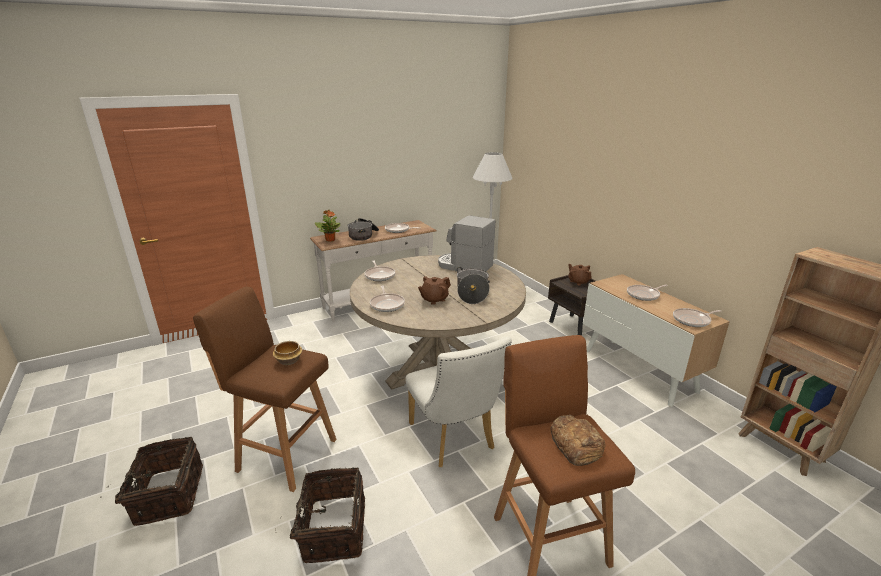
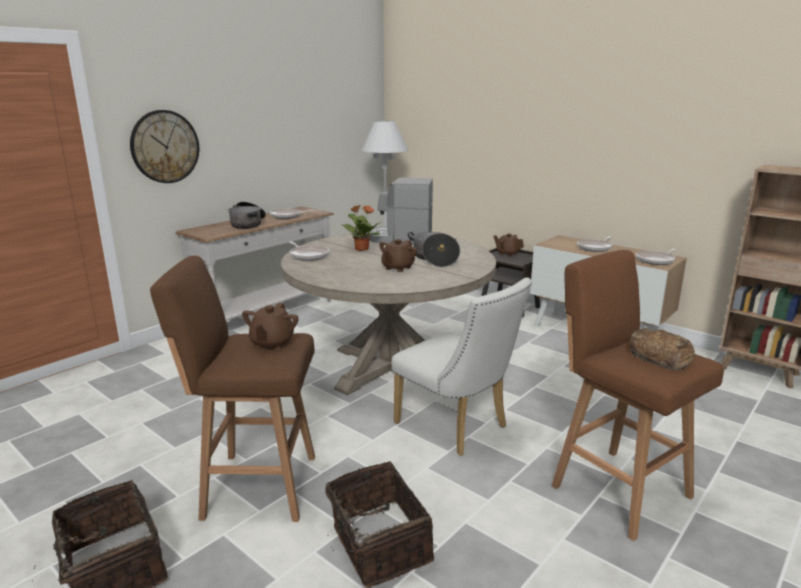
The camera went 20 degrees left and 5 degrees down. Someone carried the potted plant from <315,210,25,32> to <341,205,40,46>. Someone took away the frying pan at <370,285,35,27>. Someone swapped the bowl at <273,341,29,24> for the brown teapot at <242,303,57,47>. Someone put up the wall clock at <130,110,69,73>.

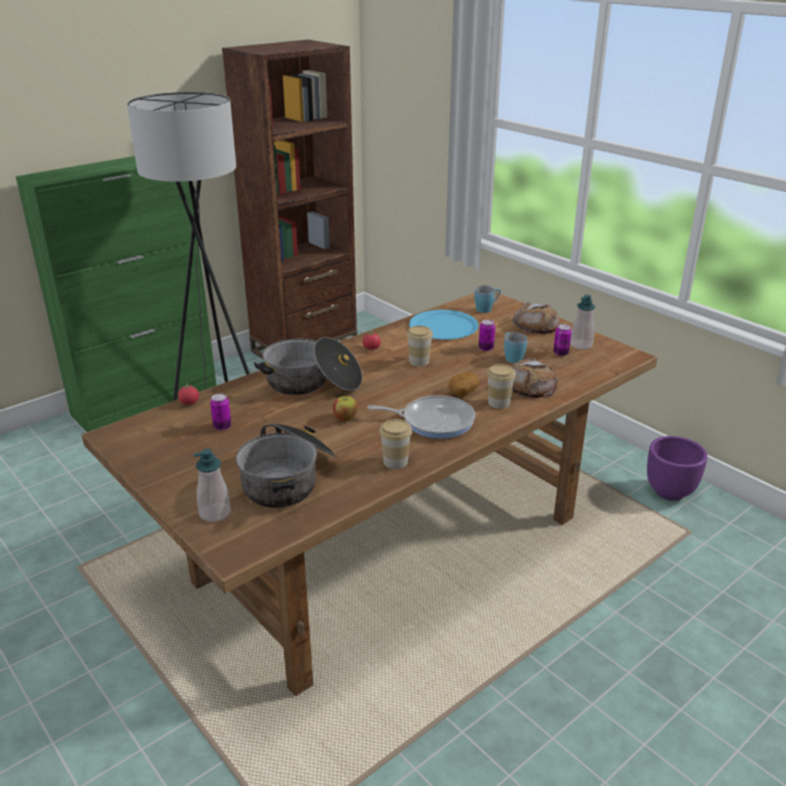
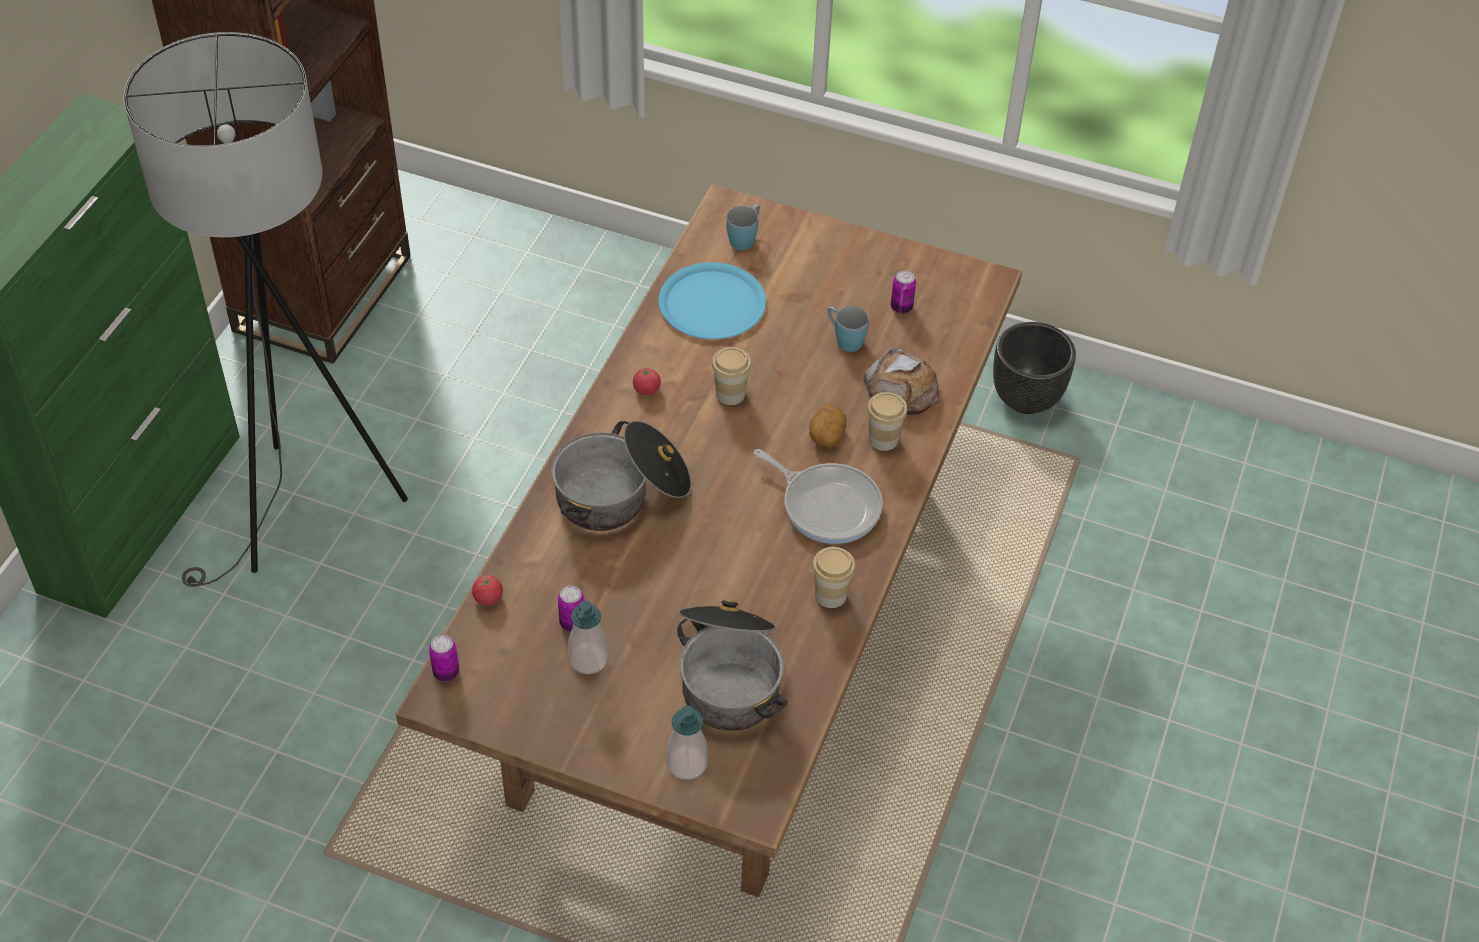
The camera went 30 degrees left and 20 degrees up. Someone carried the soap dispenser from <570,295,25,54> to <568,600,40,74>. Someone took away the bread at <512,302,48,32>. Someone carried the can from <479,320,16,31> to <429,635,30,47>. Someone rotated the frying pan at <367,395,108,44> by 60 degrees clockwise. Someone took away the apple at <333,396,24,25>. Someone repainted the purple planter at <647,436,61,65>, which became the black planter at <993,322,83,92>.

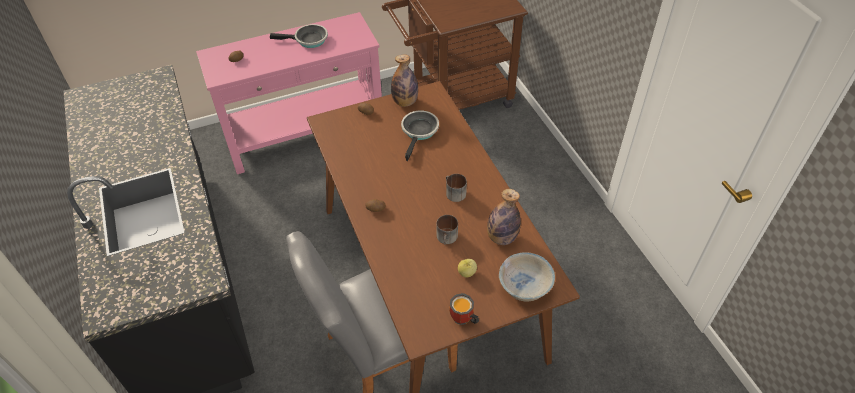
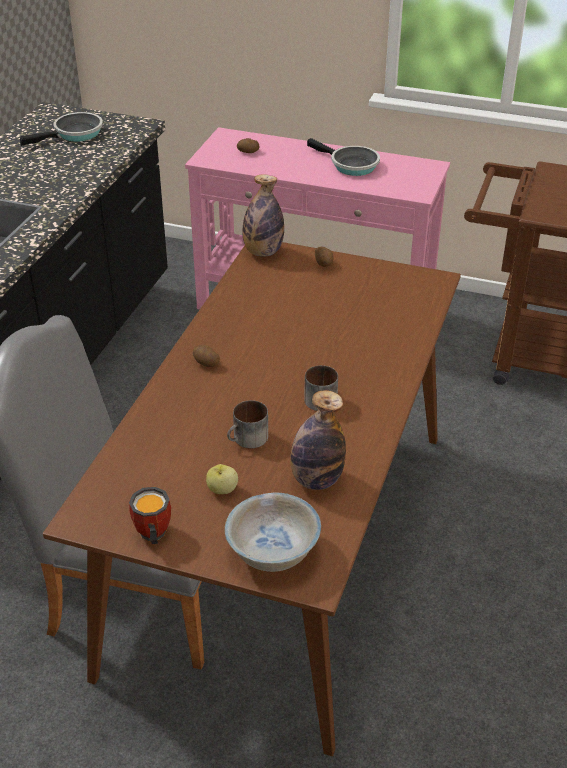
The camera went 40 degrees right and 10 degrees down. Someone carried the bottle from <391,54,27,53> to <243,174,41,82>. Someone carried the frying pan from <401,111,38,50> to <20,112,83,34>.

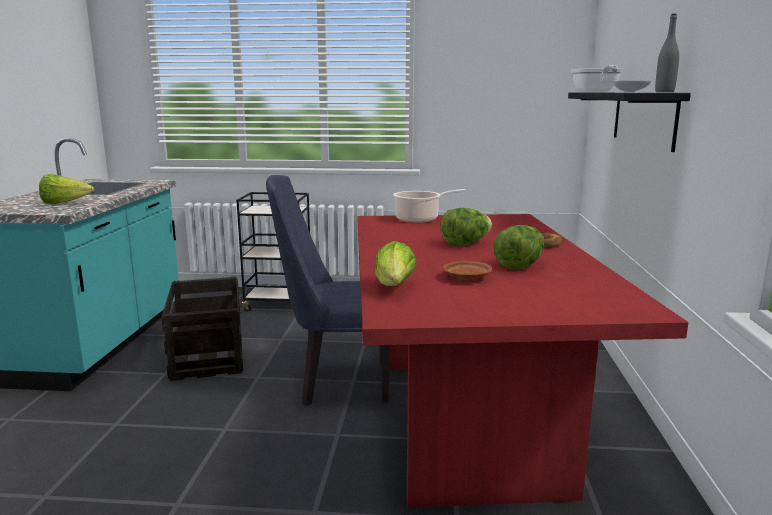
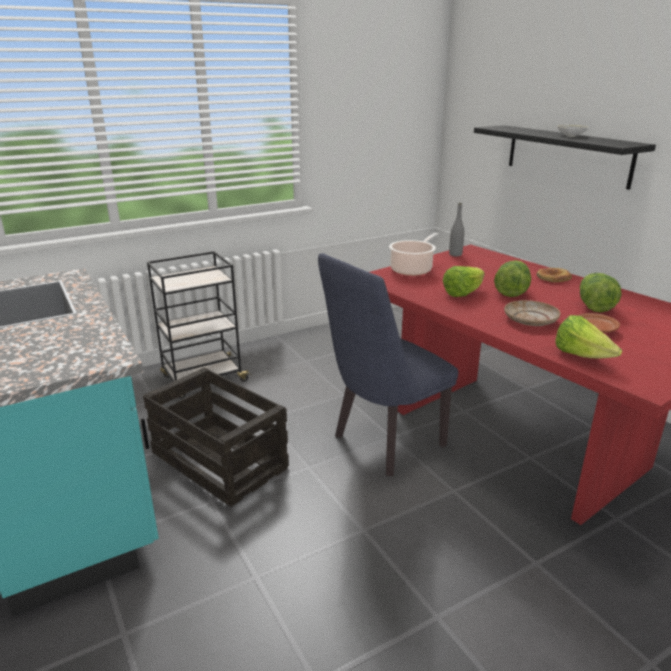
The camera went 35 degrees left and 10 degrees up. Someone carried the grey bottle from <655,14,24,78> to <449,203,15,53>. Someone took away the frying pan at <571,65,52,27>. Someone carried the lettuce from <39,174,55,30> to <443,266,42,31>. Someone put down the beige plate at <504,300,56,26>.

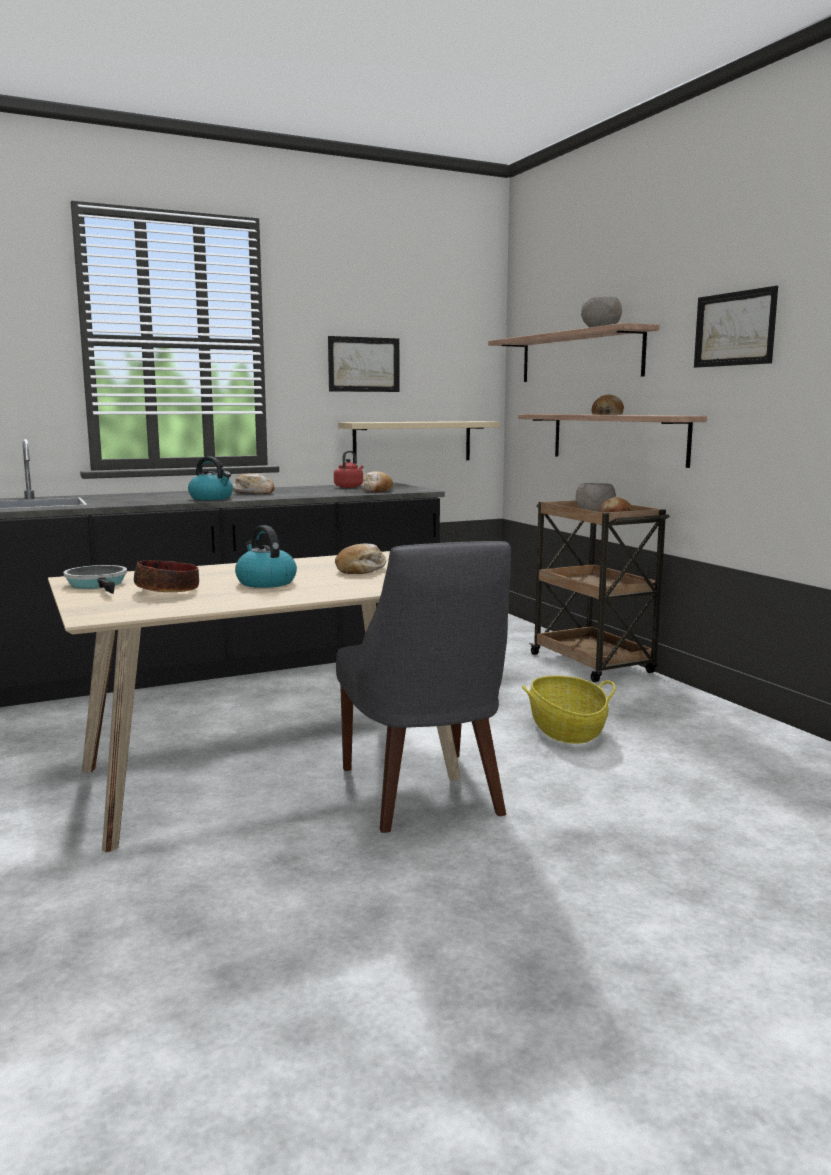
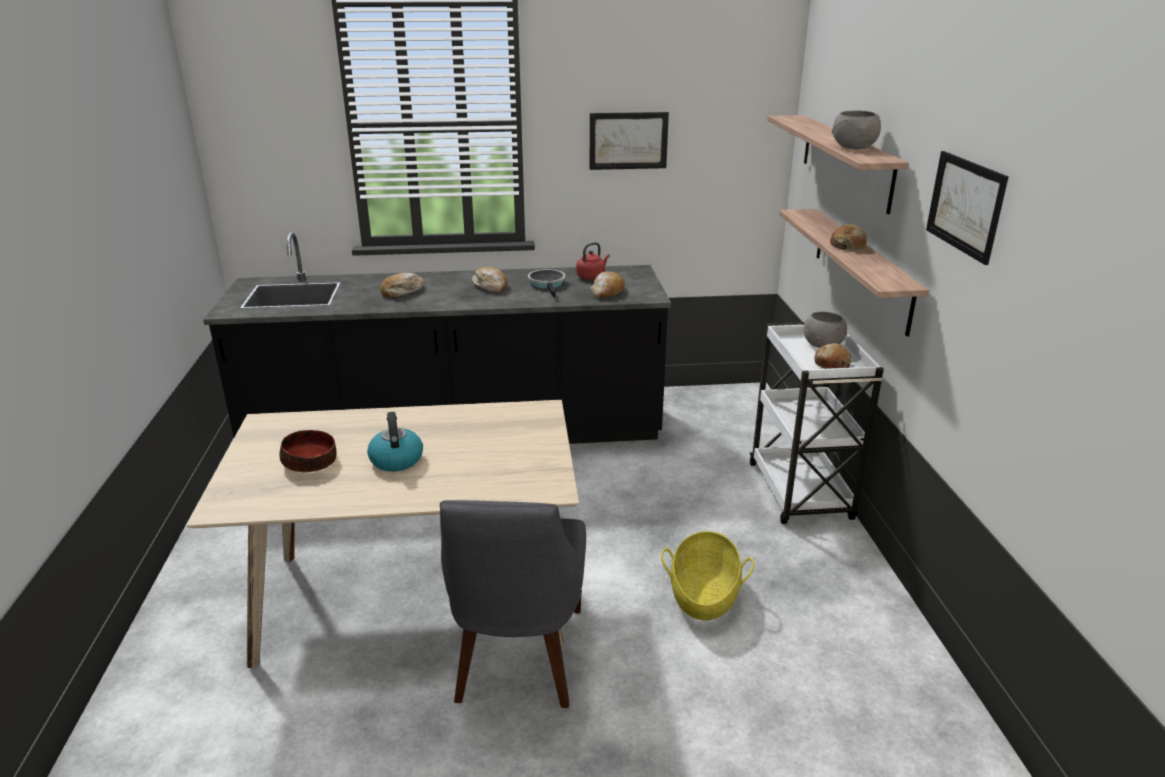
The camera went 20 degrees right and 15 degrees up. Someone took away the beige shelf at <338,421,162,43>. Someone took away the kettle at <188,456,45,44>. Someone repainted the brown cart at <529,500,141,182>, which became the white cart at <750,322,134,202>. Someone carried the bread from <335,544,51,30> to <380,273,45,24>. Someone carried the frying pan from <63,565,64,29> to <528,269,38,29>.

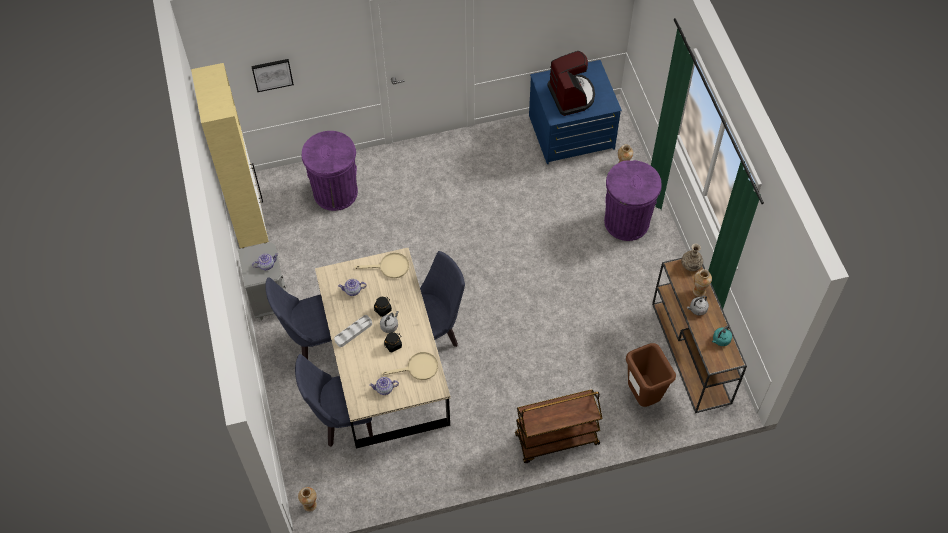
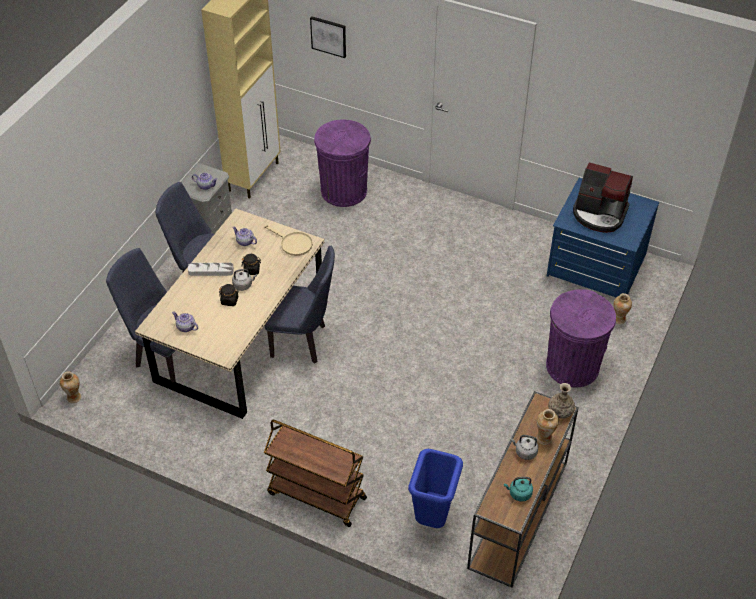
The camera went 40 degrees right and 10 degrees down. Someone rotated the coffee machine at <547,51,48,65> by 90 degrees clockwise. Someone repainted the brown trash can at <626,343,50,64>, which became the blue trash can at <408,449,55,79>. Someone took away the beige frying pan at <381,352,57,28>.

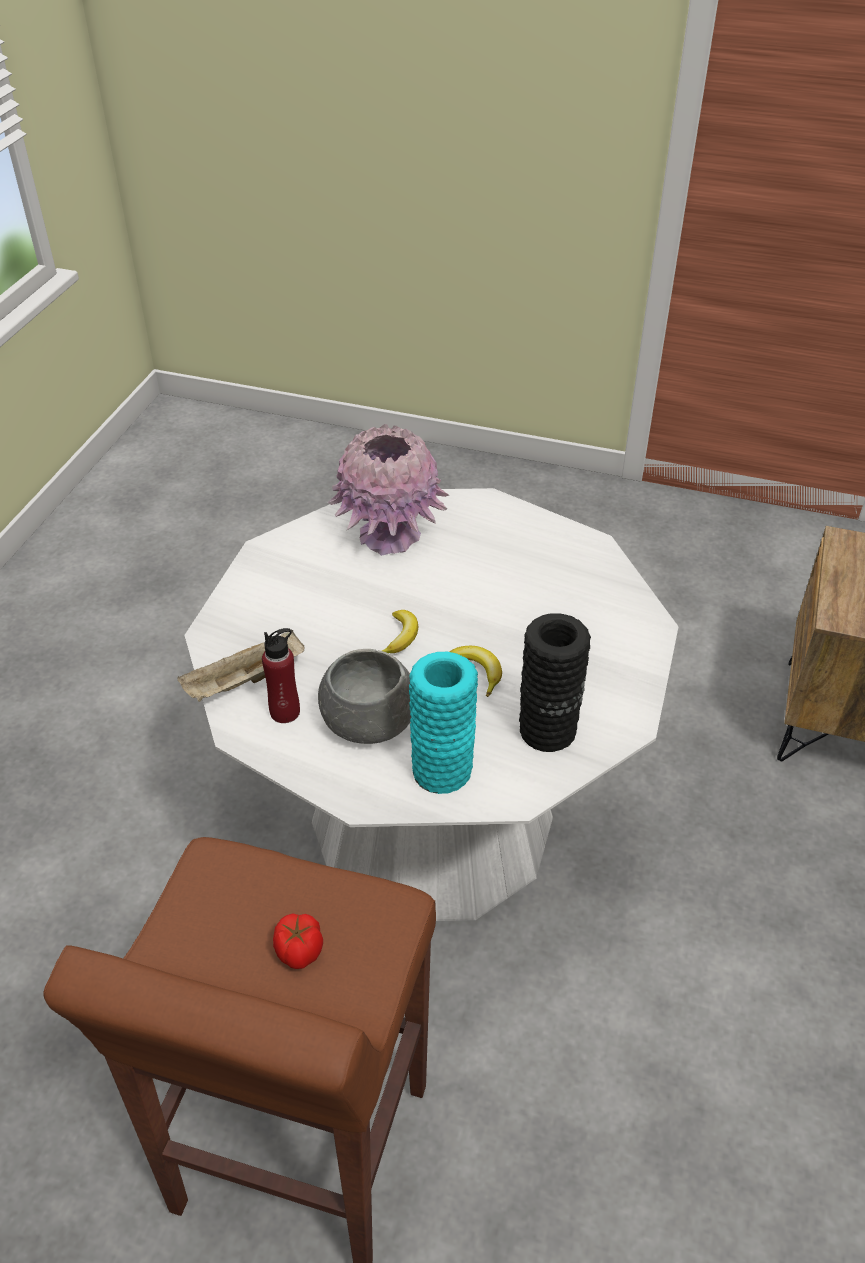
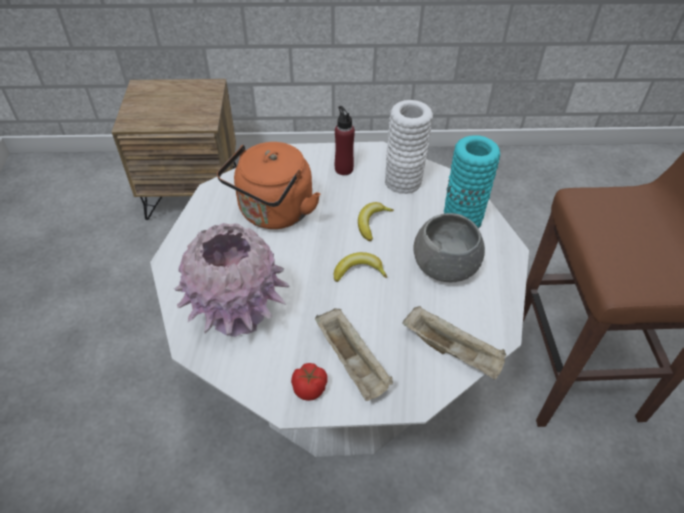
The camera went 110 degrees left and 5 degrees up. Someone repainted the black vase at <519,613,72,139>, which became the white vase at <385,100,48,94>. Someone carried the red bottle from <262,628,38,95> to <335,106,20,69>. Someone carried the tomato from <273,913,50,56> to <291,363,37,38>. Someone put down the orange kettle at <217,142,103,87>. Someone put down the beige tray at <315,308,78,93>.

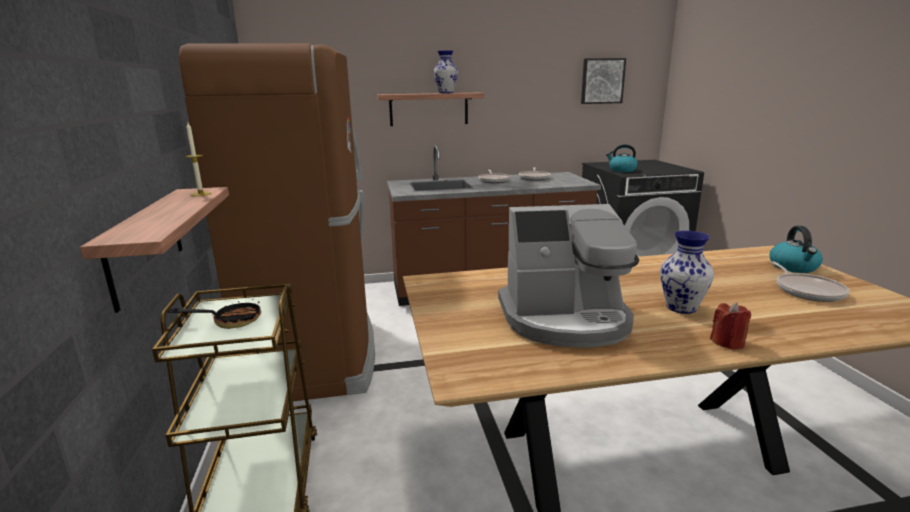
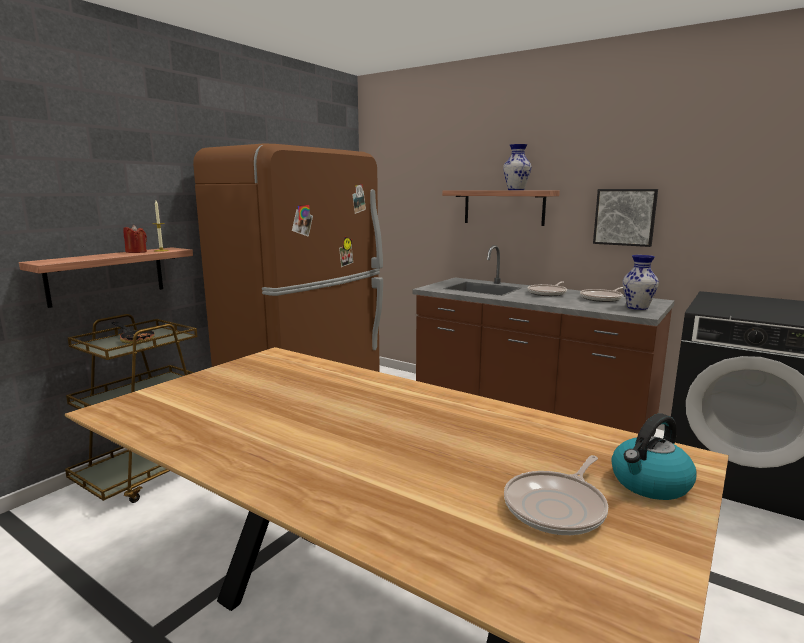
The camera went 45 degrees right and 5 degrees down. Someone carried the picture from <581,58,45,46> to <593,189,65,58>. Someone took away the kettle at <606,144,32,28>. Someone took away the coffee machine at <498,204,141,144>. Someone carried the vase from <660,231,54,83> to <623,255,36,55>. Someone carried the red candle from <710,302,41,47> to <123,225,24,28>.

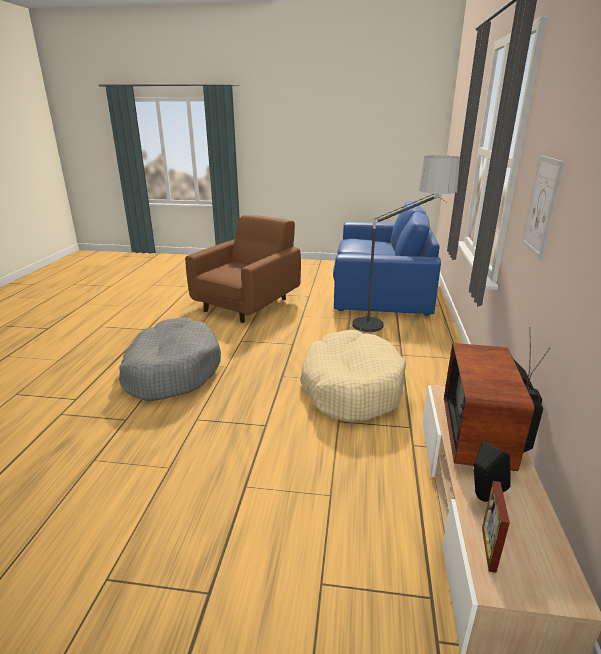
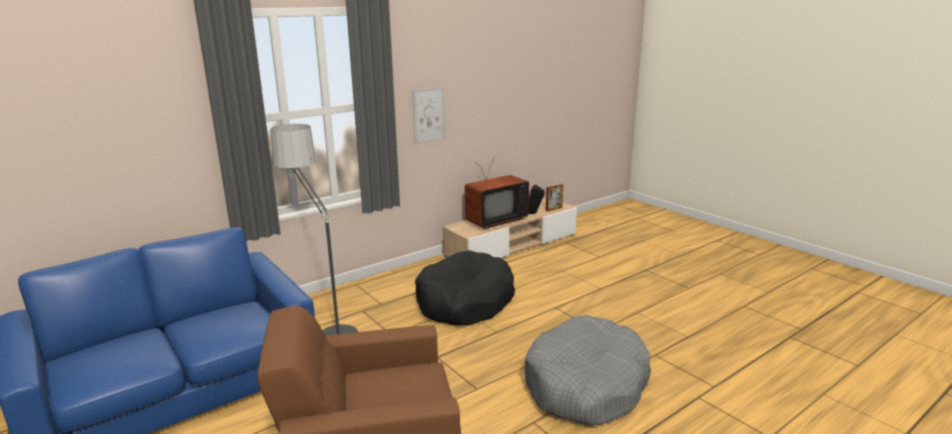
The camera went 135 degrees left and 5 degrees down. Someone repainted the beige dog bed at <300,330,106,93>, which became the black dog bed at <415,250,100,76>.

